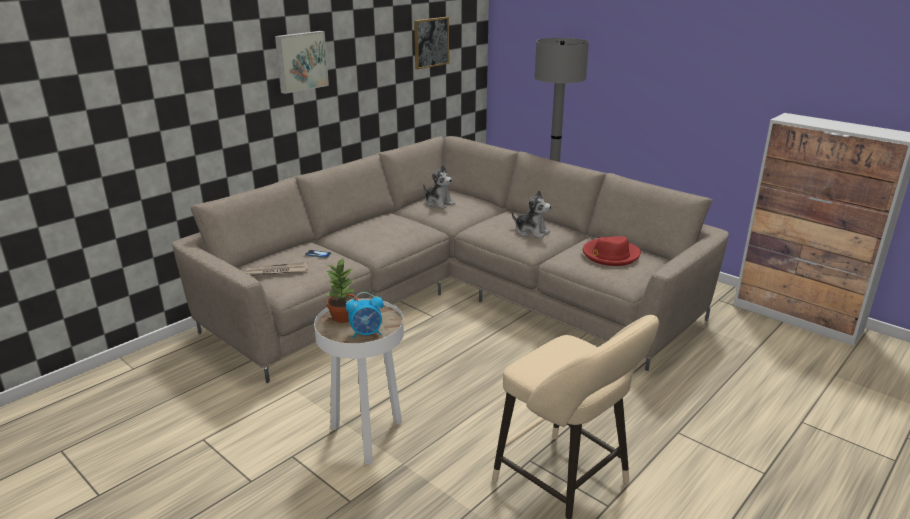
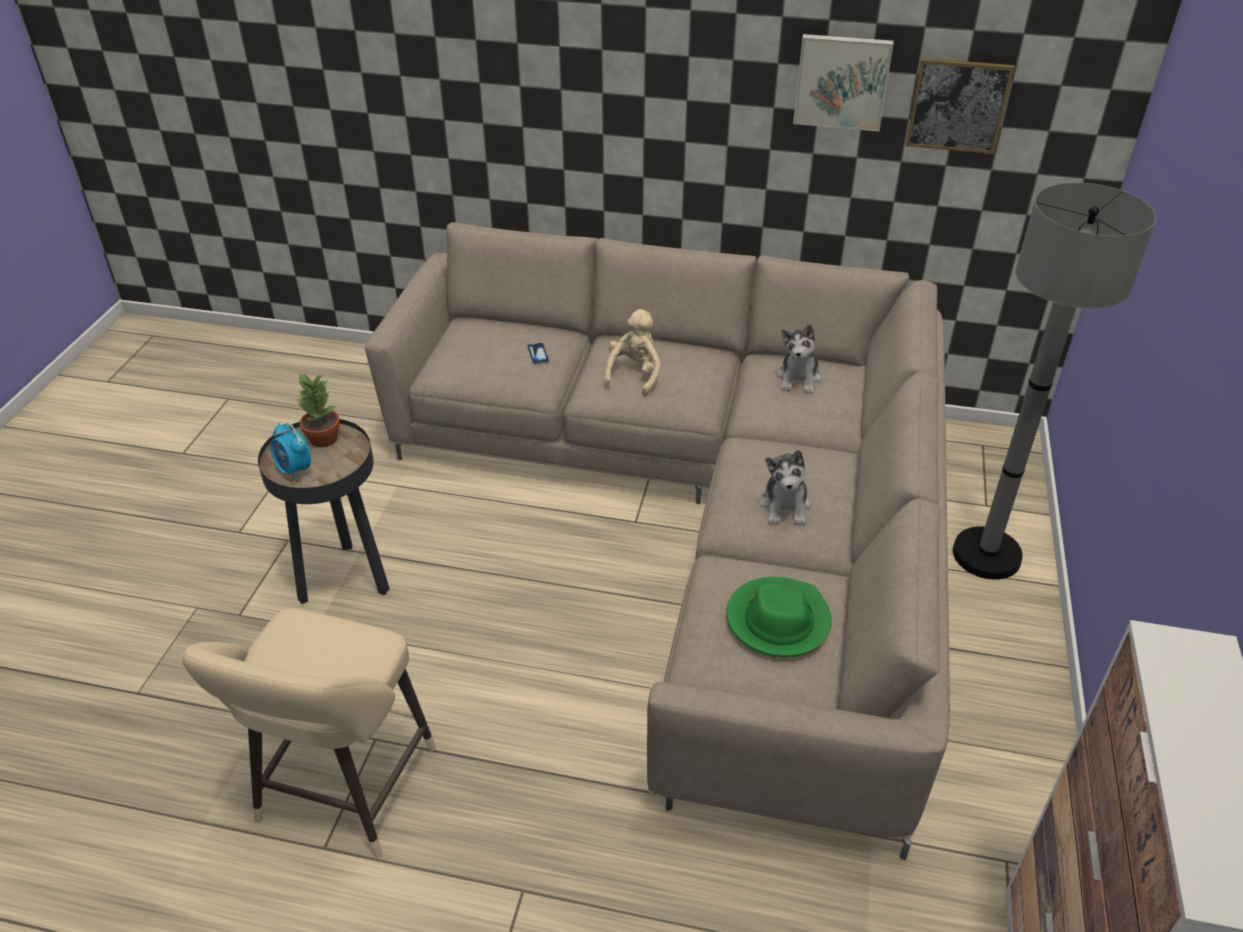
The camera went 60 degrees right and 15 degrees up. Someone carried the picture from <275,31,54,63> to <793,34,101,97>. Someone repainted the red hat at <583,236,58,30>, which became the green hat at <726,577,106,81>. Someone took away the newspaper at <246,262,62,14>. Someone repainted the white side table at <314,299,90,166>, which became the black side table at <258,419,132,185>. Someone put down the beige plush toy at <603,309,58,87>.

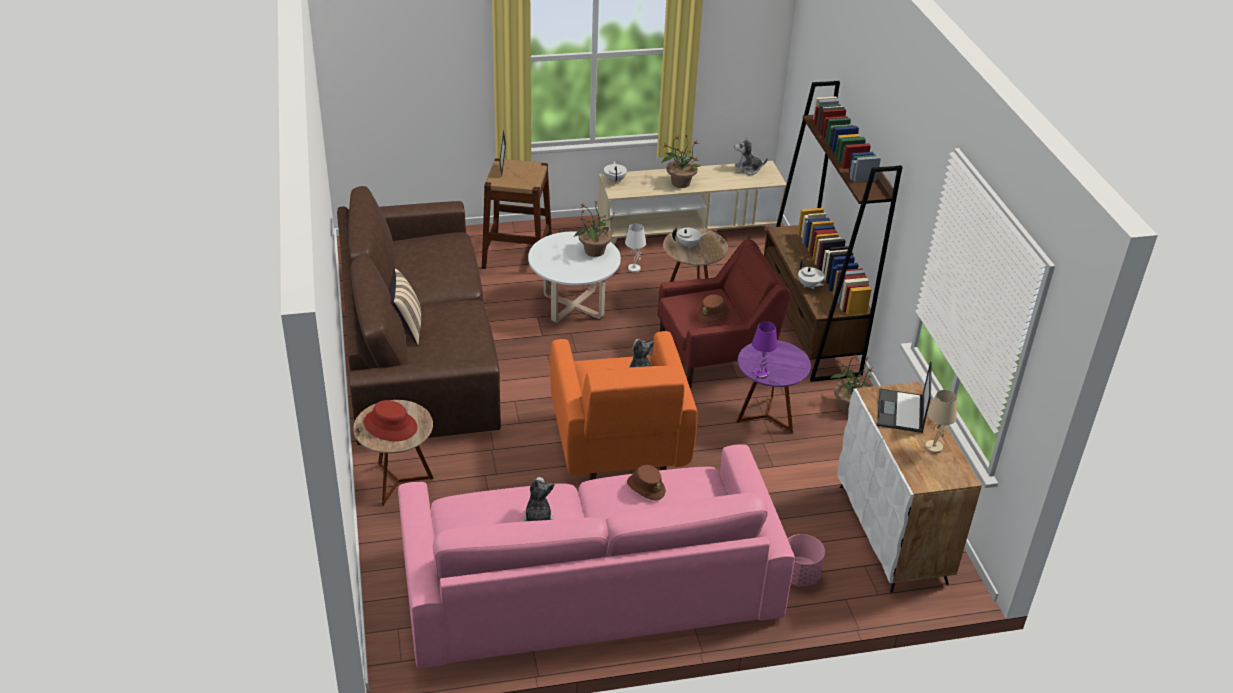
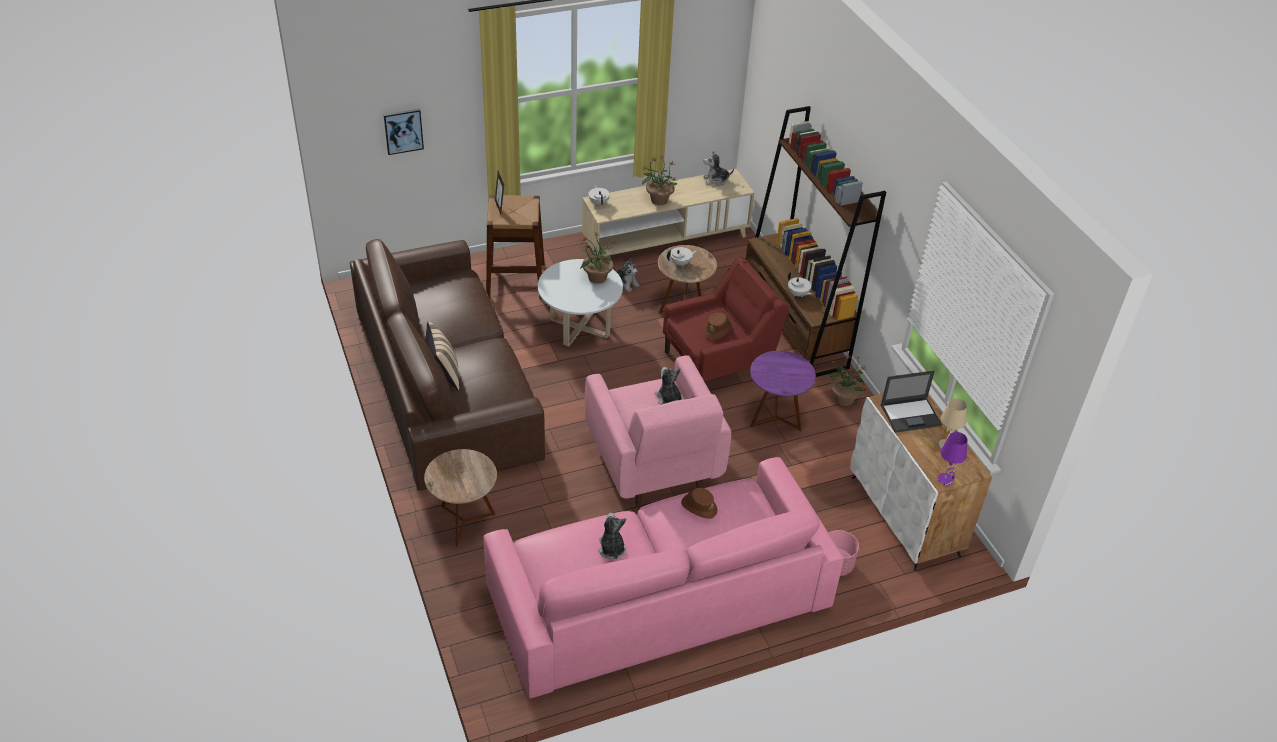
The camera went 10 degrees left and 5 degrees up. Someone swapped the white table lamp at <625,223,21,50> for the plush toy at <613,258,26,34>. Someone carried the purple table lamp from <752,321,25,58> to <938,432,29,54>. Someone repainted the orange armchair at <550,331,147,149>, which became the pink armchair at <585,355,146,151>. Someone rotated the laptop at <877,361,55,72> by 105 degrees counterclockwise. Someone took away the red hat at <364,400,54,41>. Someone put up the picture at <384,109,40,46>.

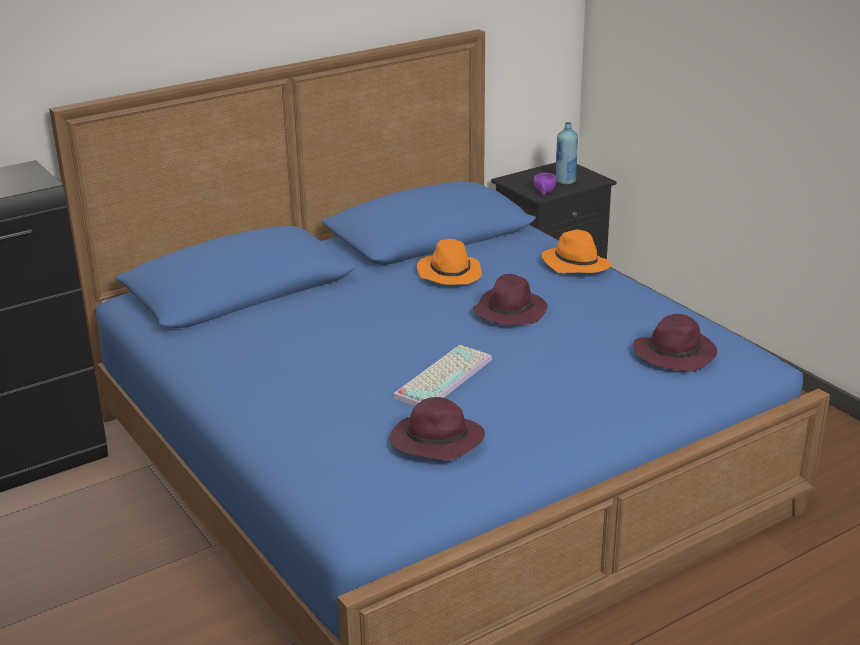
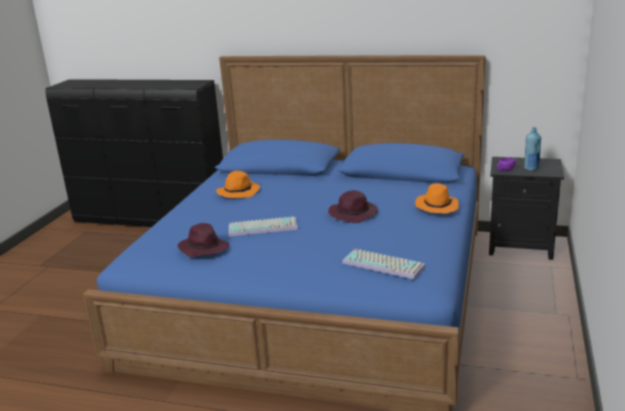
The camera went 50 degrees right and 5 degrees down. Someone carried the orange hat from <417,239,65,46> to <216,171,44,27>. Someone swapped the purple hat at <633,314,84,58> for the keyboard at <342,249,83,30>.

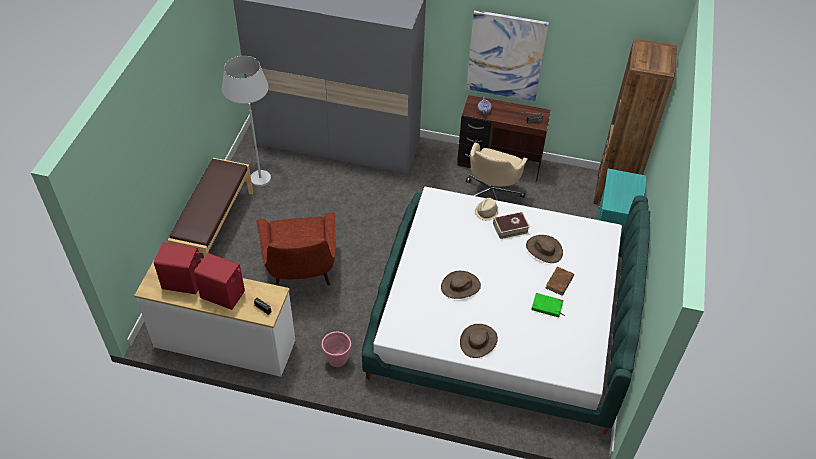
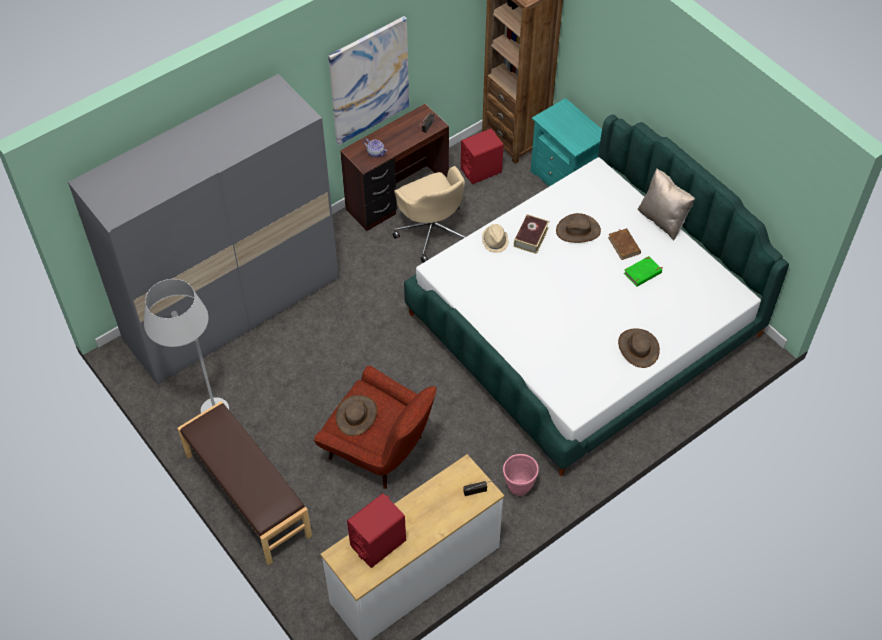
The camera went 50 degrees left and 5 degrees up. Someone carried the red speaker from <194,253,51,57> to <461,129,42,55>. Someone carried the brown hat from <441,271,40,28> to <335,395,42,41>. Someone put down the beige pillow at <638,168,57,73>.

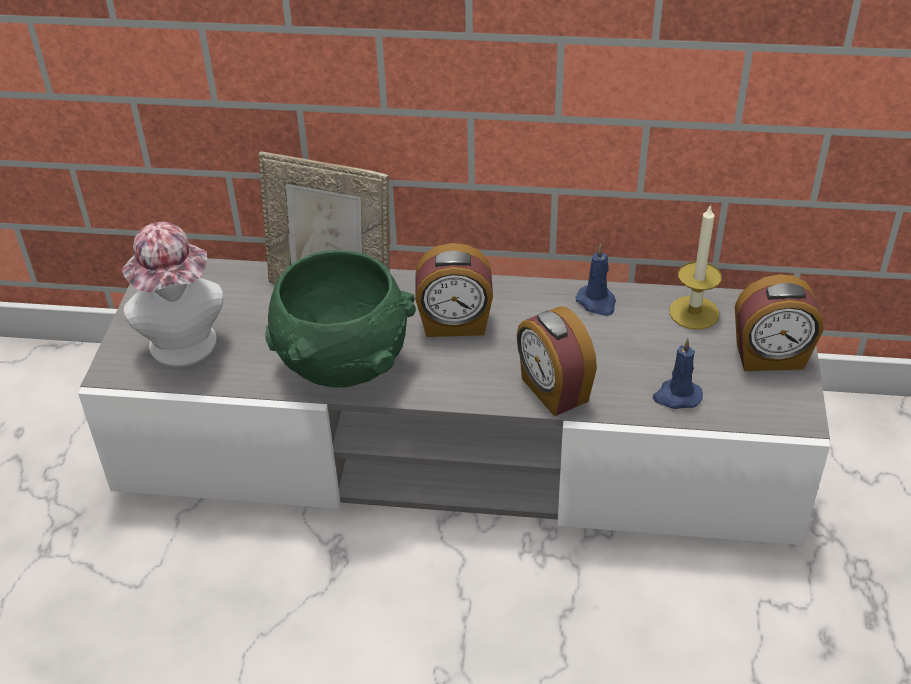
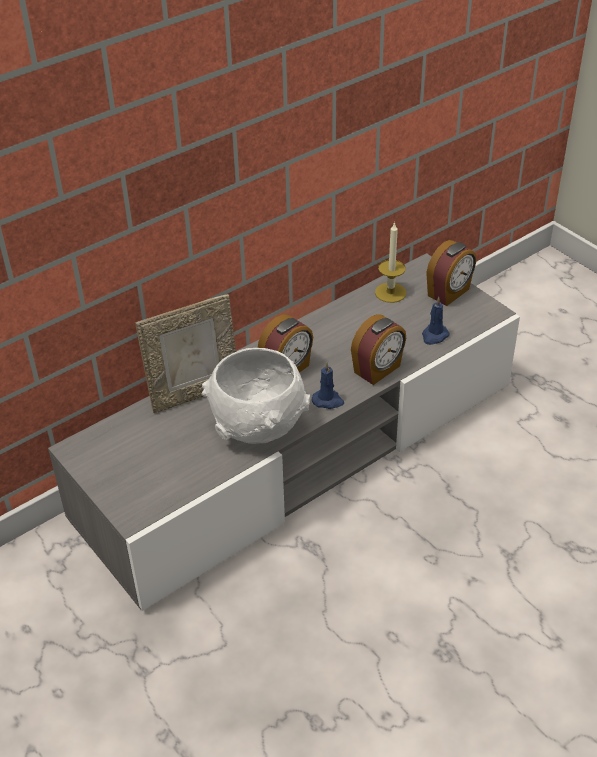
The camera went 45 degrees left and 0 degrees up. Someone took away the hat at <122,222,102,145>. Someone carried the blue candle from <576,244,40,72> to <312,362,32,47>. Someone repainted the green bowl at <265,250,151,137>, which became the white bowl at <202,348,108,96>. Someone rotated the alarm clock at <517,306,80,111> by 60 degrees counterclockwise.

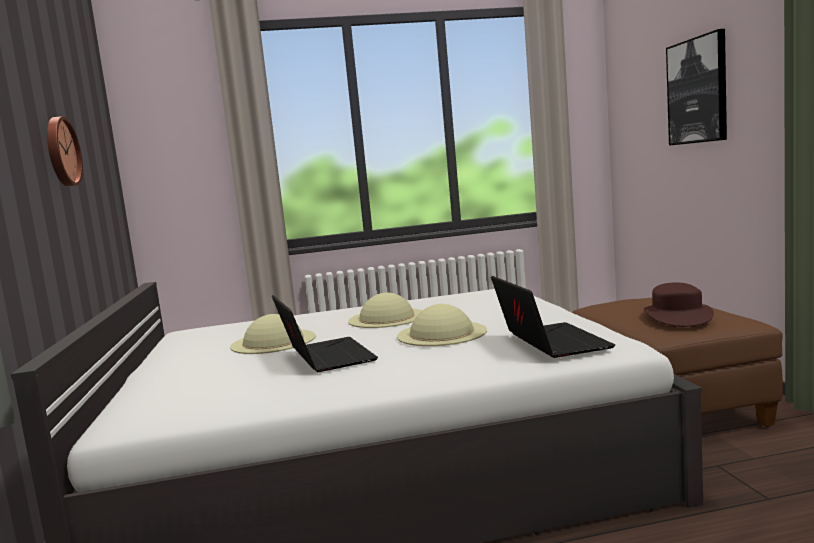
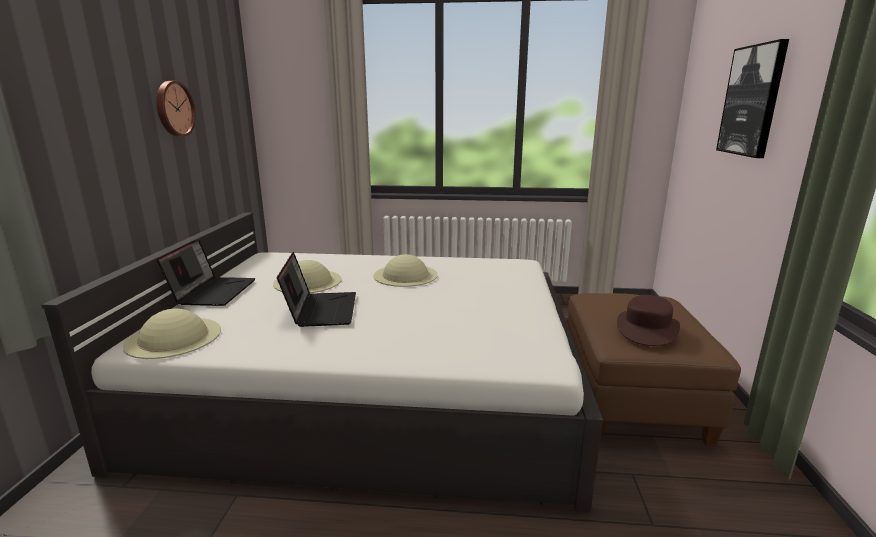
The camera went 15 degrees right and 10 degrees up. Someone carried the laptop from <491,276,124,82> to <157,238,99,68>. Someone carried the beige hat from <397,304,90,42> to <123,309,98,50>.

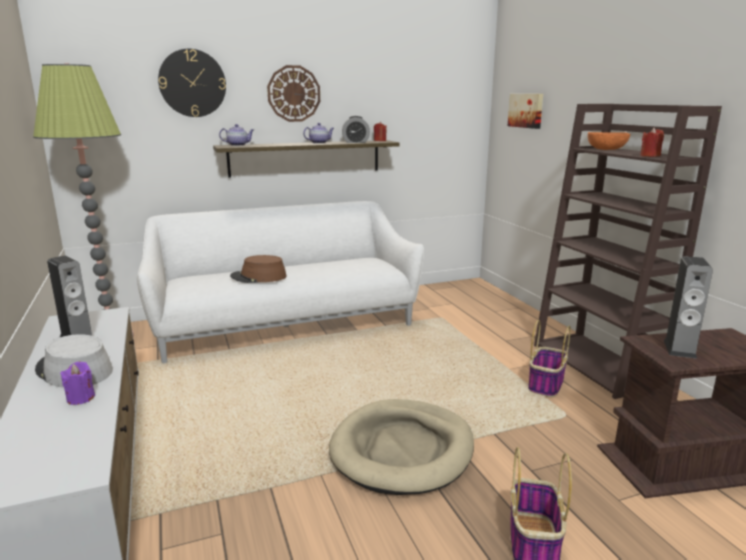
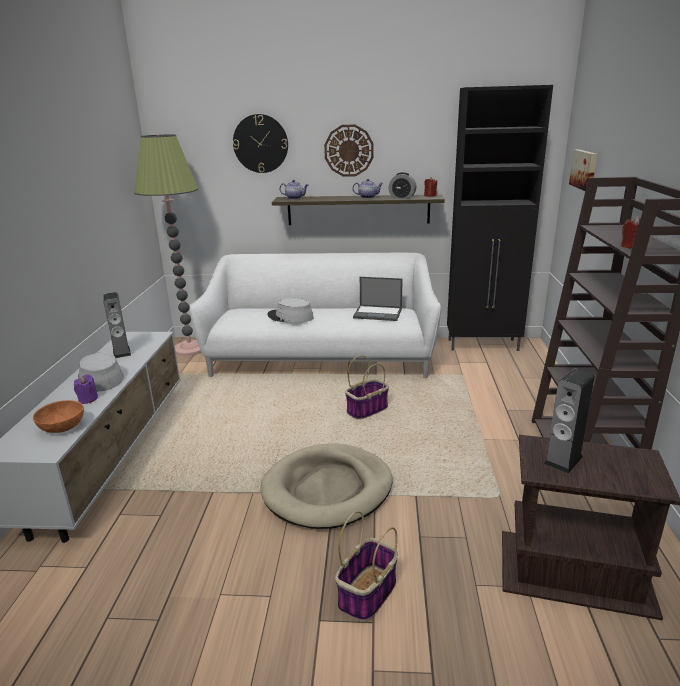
The camera went 25 degrees right and 5 degrees up. Someone carried the orange bowl from <588,132,42,18> to <33,400,51,33>. Someone repainted the brown hat at <230,255,57,28>, which became the grey hat at <267,298,47,25>. Someone carried the basket from <528,320,43,77> to <345,355,44,65>. Someone put down the black cabinet at <447,85,106,266>. Someone put down the laptop at <353,277,50,44>.

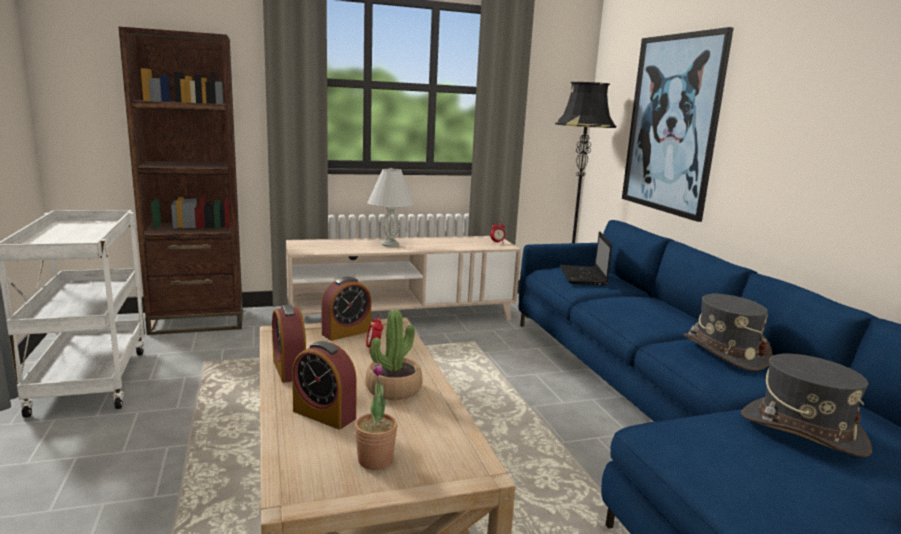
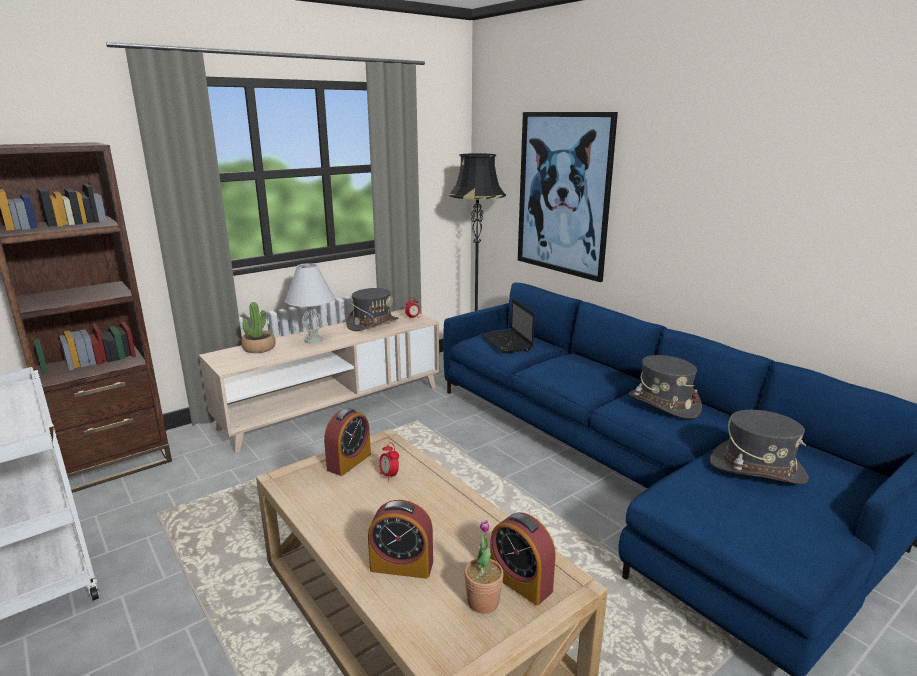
The camera went 20 degrees left and 5 degrees up. Someone carried the alarm clock from <272,305,34,78> to <490,512,66,93>. Someone carried the potted plant from <366,310,57,90> to <241,302,35,51>. Someone put down the grey hat at <346,288,52,43>.

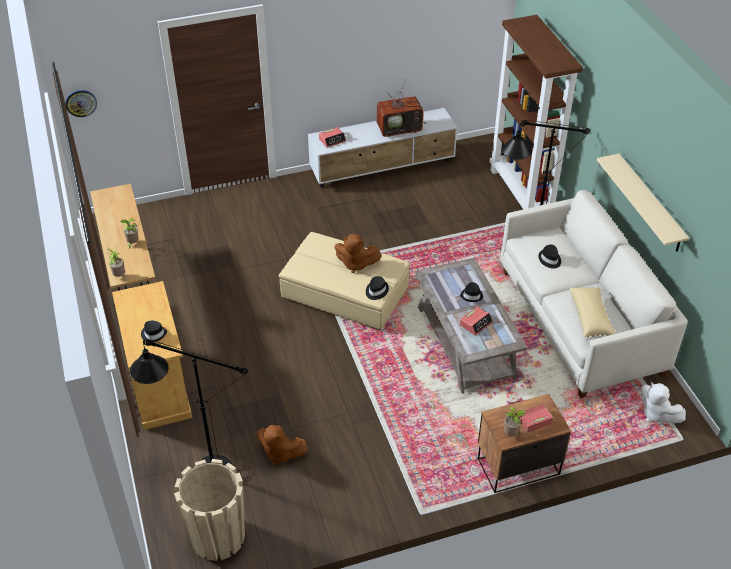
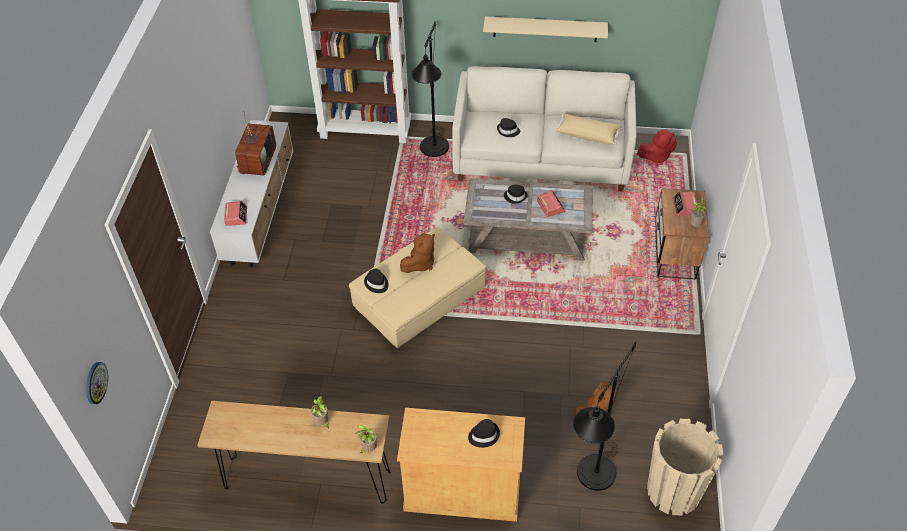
The camera went 65 degrees left and 5 degrees up. Someone carried the black hat from <366,276,23,24> to <364,269,25,24>. Someone repainted the white plush toy at <641,382,45,41>, which became the red plush toy at <637,130,40,35>.

